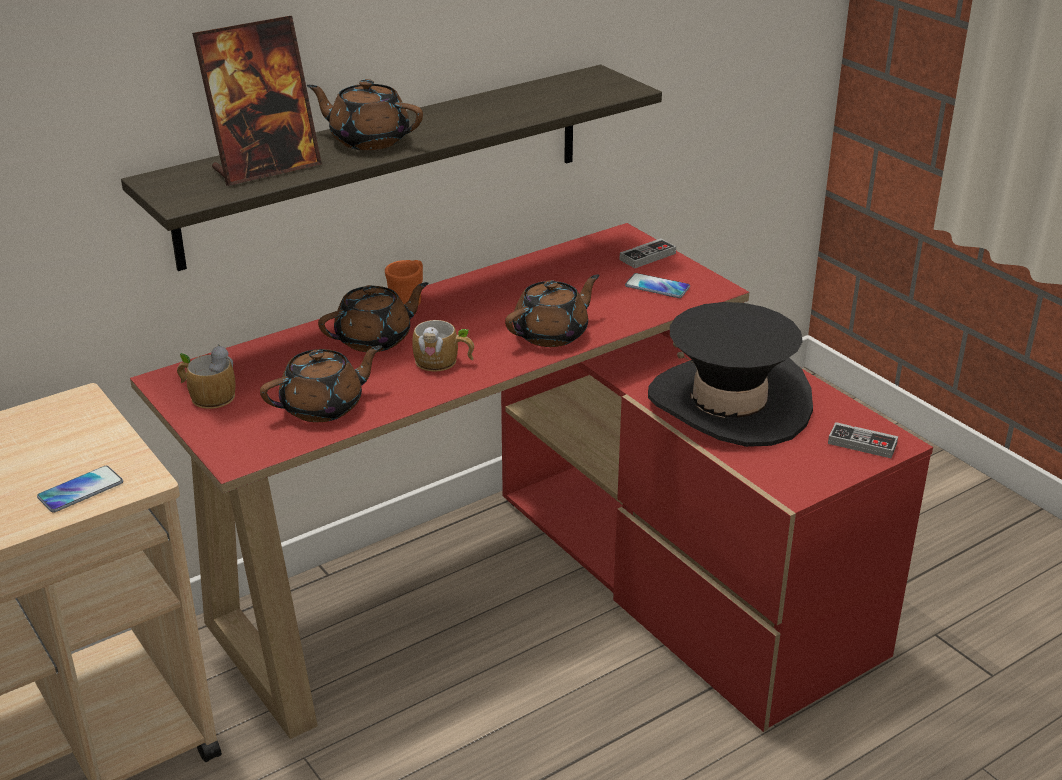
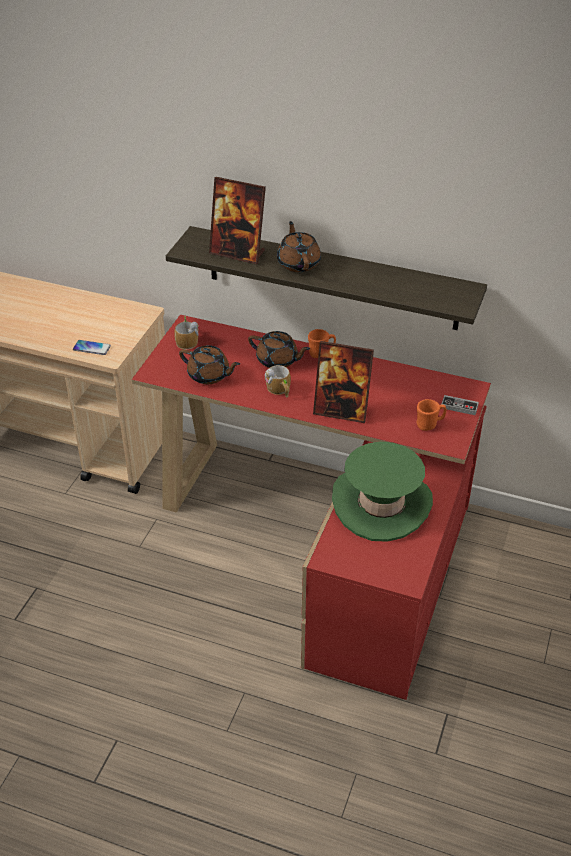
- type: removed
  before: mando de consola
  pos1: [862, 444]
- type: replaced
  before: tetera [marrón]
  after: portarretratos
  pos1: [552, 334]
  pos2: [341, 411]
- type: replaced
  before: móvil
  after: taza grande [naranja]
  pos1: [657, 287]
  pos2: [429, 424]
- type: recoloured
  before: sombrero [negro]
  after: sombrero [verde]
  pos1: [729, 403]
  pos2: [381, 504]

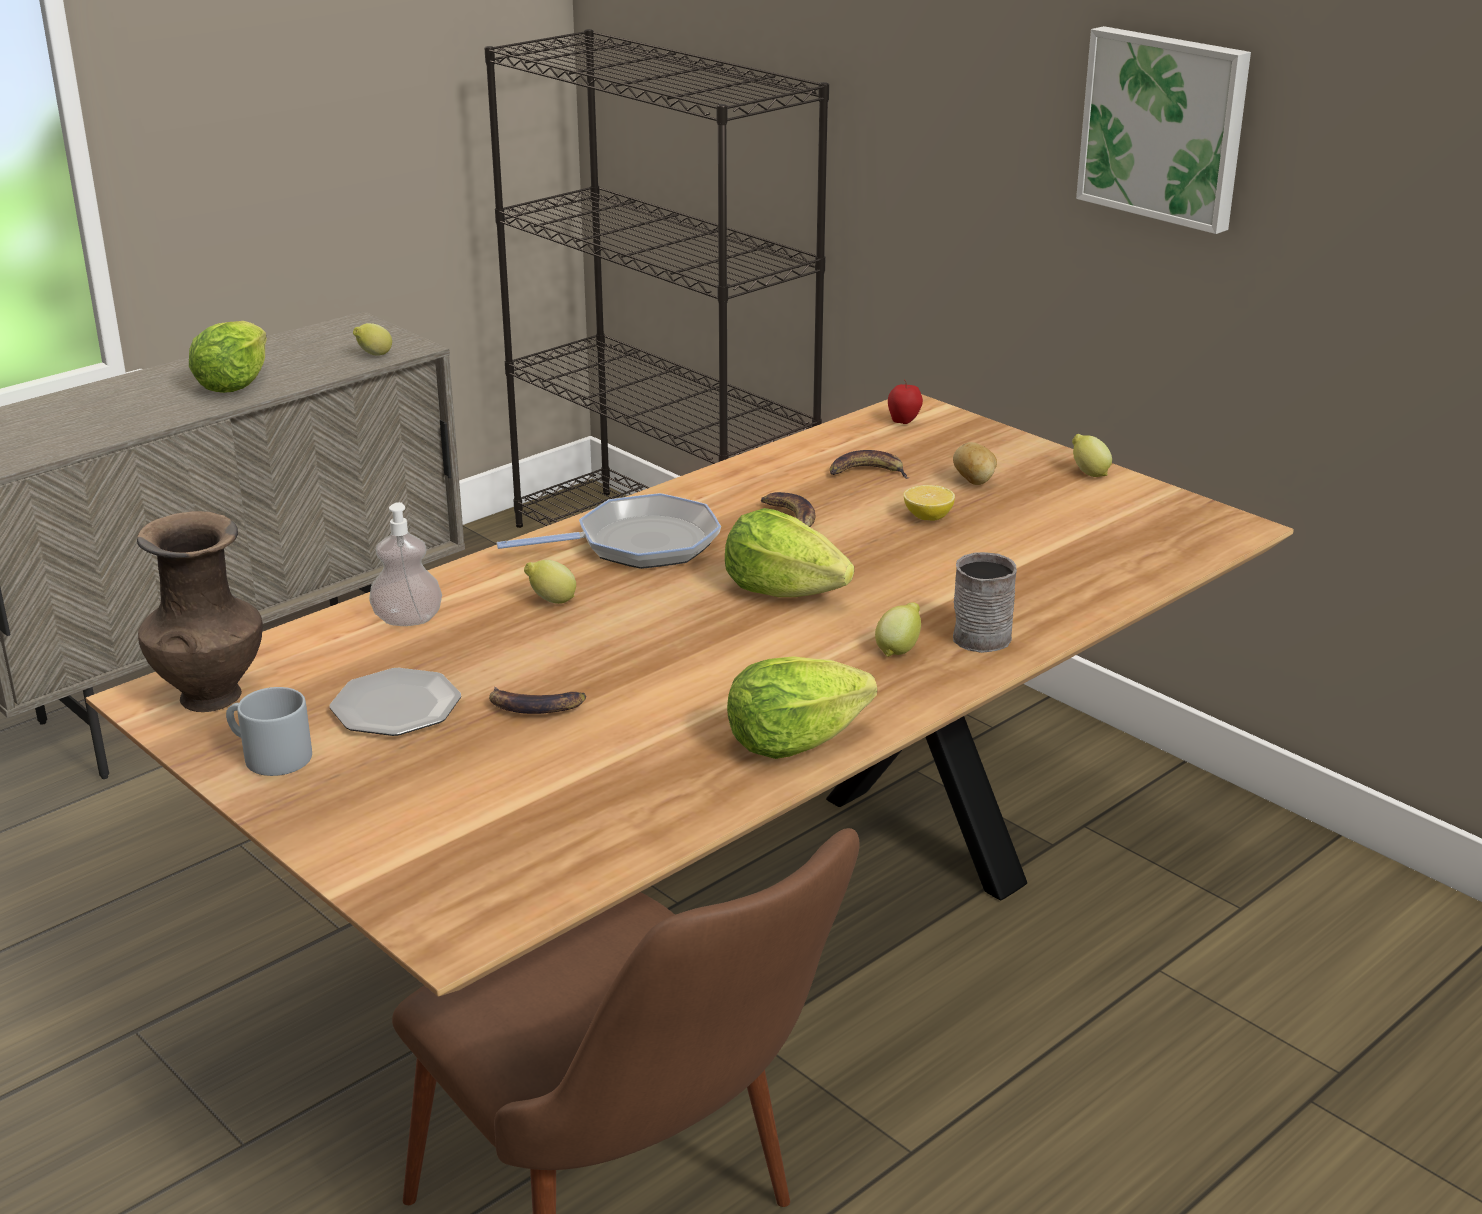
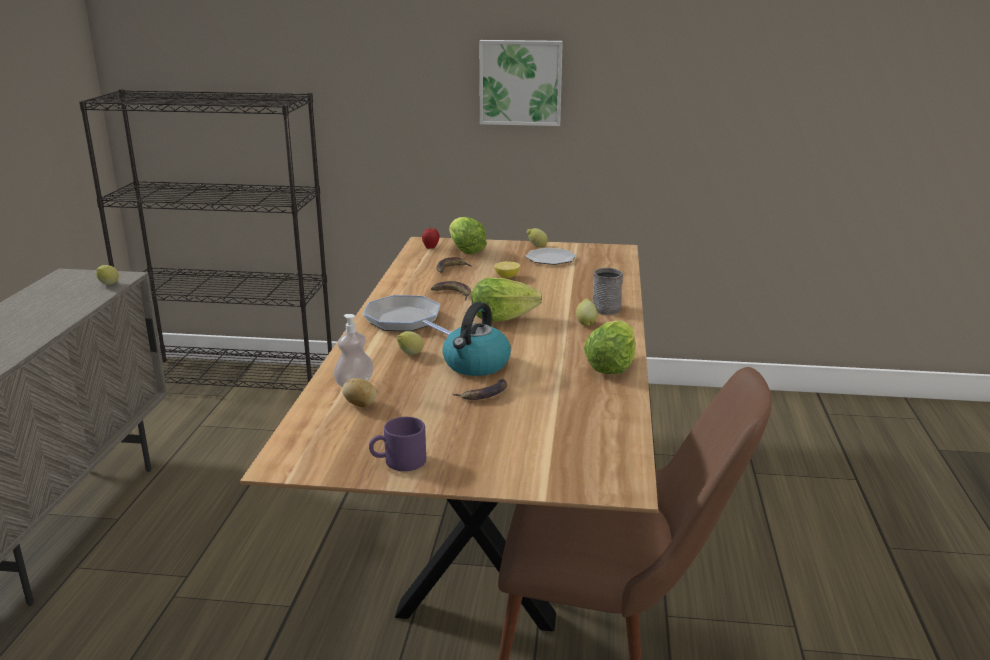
- type: removed
  before: florero [marrón]
  pos1: [211, 695]
- type: added
  after: hervidor
  pos2: [476, 365]
- type: moved
  before: lechuga
  pos1: [233, 384]
  pos2: [466, 250]
- type: moved
  before: plato
  pos1: [396, 707]
  pos2: [551, 258]
- type: moved
  before: patata
  pos1: [974, 481]
  pos2: [361, 405]
- type: recoloured
  before: taza grande [gris]
  after: taza grande [morado]
  pos1: [268, 756]
  pos2: [398, 462]
- type: turned
  before: sartén
  pos1: [639, 544]
  pos2: [406, 321]
  turn: -75

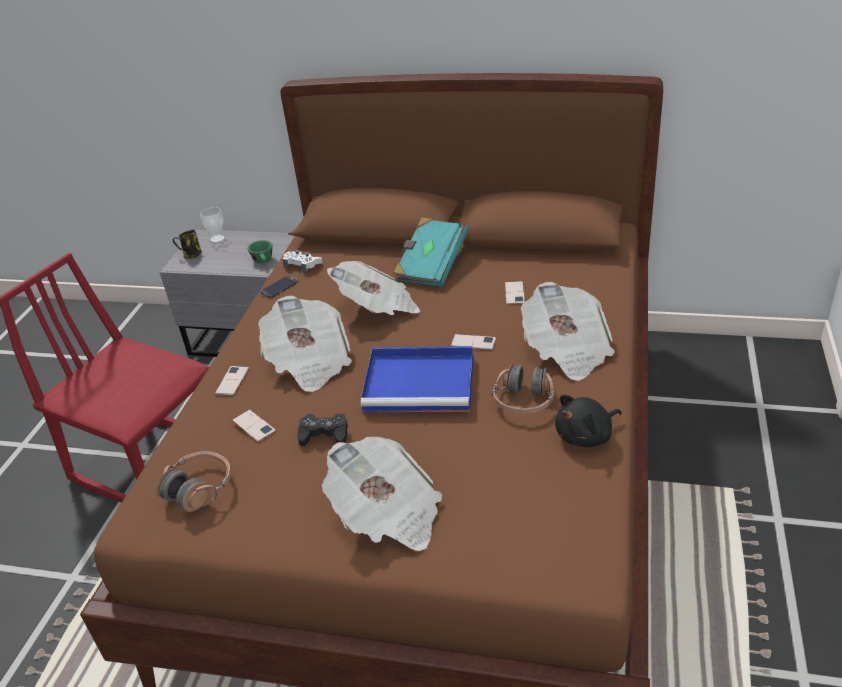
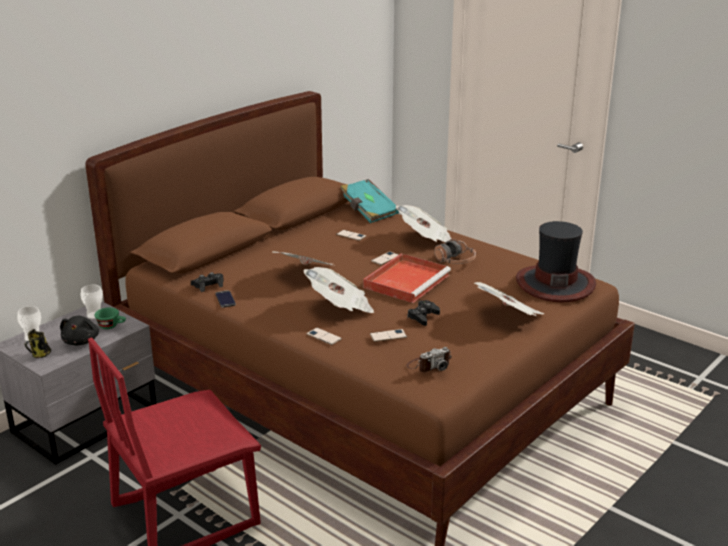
- type: added
  after: taza
  pos2: [94, 315]
- type: added
  after: sombrero
  pos2: [555, 283]
- type: moved
  before: libro [turquesa]
  pos1: [431, 266]
  pos2: [368, 211]
- type: moved
  before: peluche [negro]
  pos1: [586, 436]
  pos2: [81, 341]
- type: replaced
  before: auriculares
  after: cámara
  pos1: [199, 489]
  pos2: [429, 365]
- type: recoloured
  before: mando de consola [blanco]
  after: mando de consola [negro]
  pos1: [302, 265]
  pos2: [208, 285]
- type: recoloured
  before: bandeja [azul]
  after: bandeja [rojo]
  pos1: [422, 383]
  pos2: [407, 280]

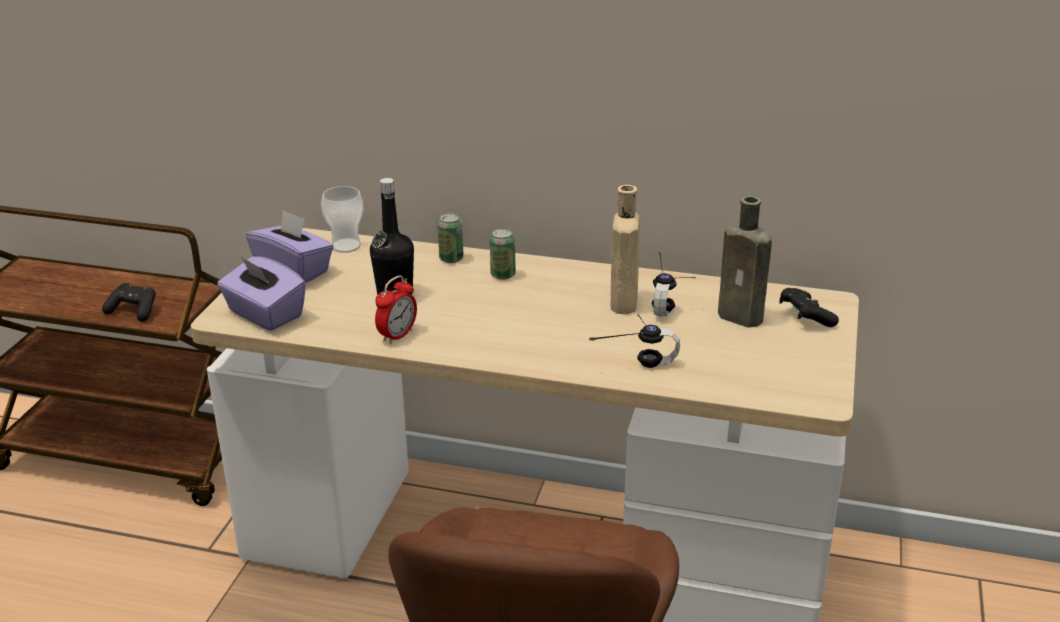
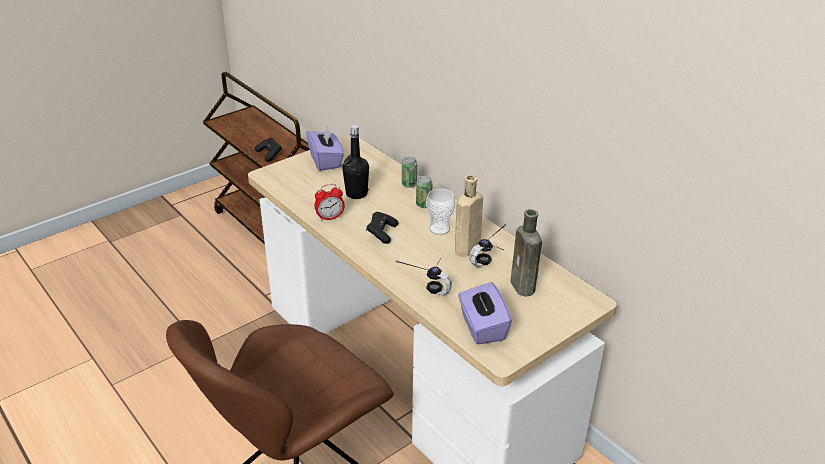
- type: moved
  before: caja de pañuelos [morado]
  pos1: [264, 314]
  pos2: [482, 327]
- type: moved
  before: taza
  pos1: [346, 246]
  pos2: [439, 229]
- type: moved
  before: mando de consola [negro]
  pos1: [805, 317]
  pos2: [381, 233]

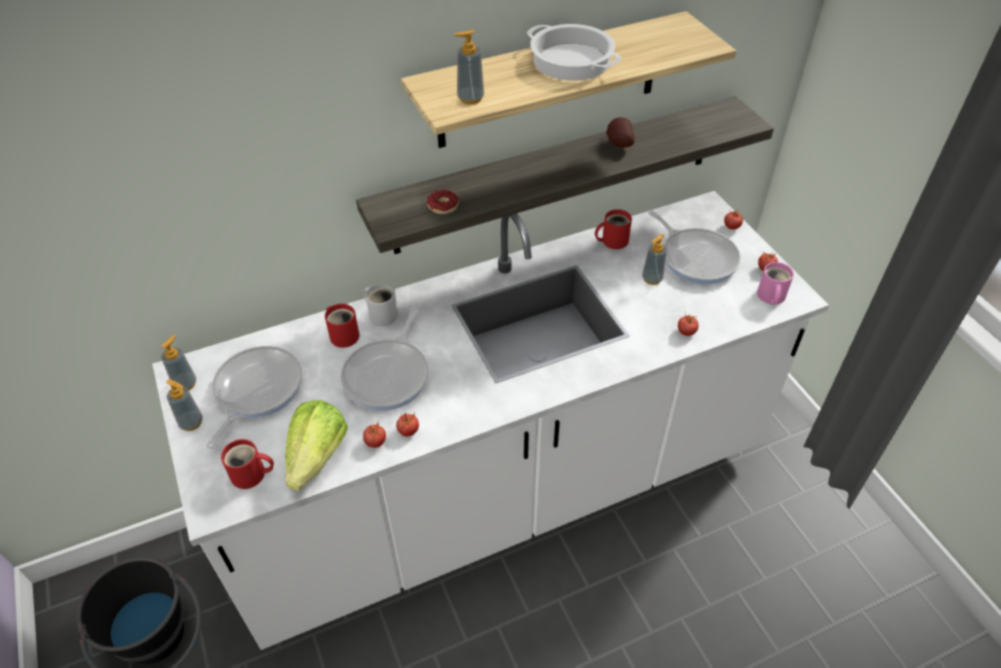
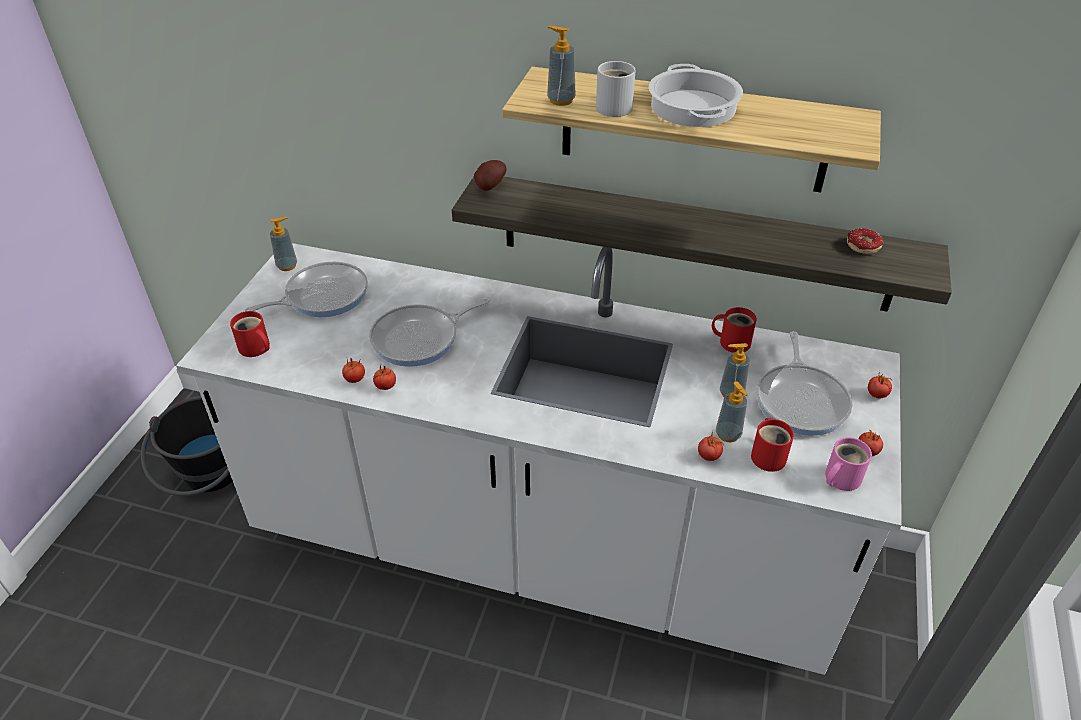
- type: removed
  before: lechuga
  pos1: [317, 457]
- type: moved
  before: dispensador de jabón
  pos1: [191, 423]
  pos2: [728, 434]
- type: moved
  before: taza grande [rojo]
  pos1: [343, 334]
  pos2: [769, 455]
- type: moved
  before: taza grande [blanco]
  pos1: [382, 314]
  pos2: [614, 106]
- type: moved
  before: rosquilla
  pos1: [443, 210]
  pos2: [860, 249]
- type: moved
  before: patata
  pos1: [618, 143]
  pos2: [488, 187]

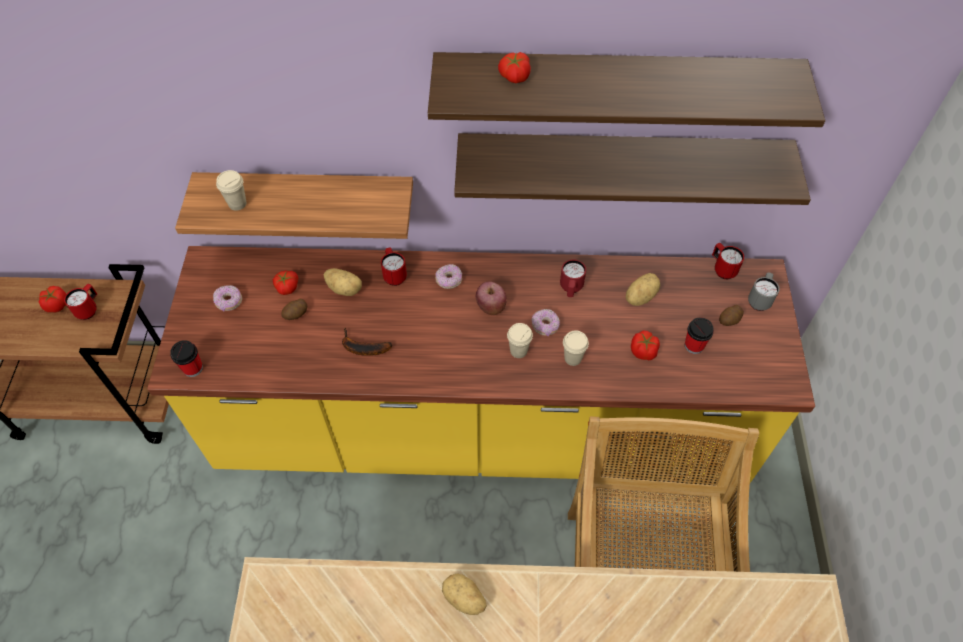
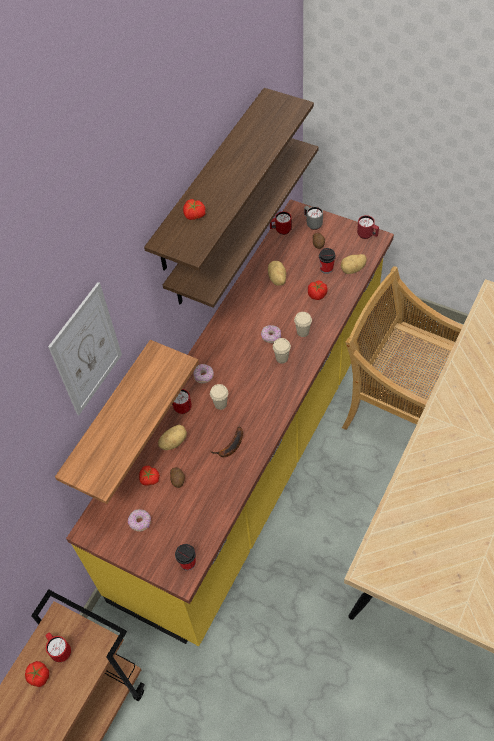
- type: removed
  before: manzana
  pos1: [491, 307]
- type: added
  after: cuadro
  pos2: [86, 350]
- type: moved
  before: taza [beis]
  pos1: [237, 204]
  pos2: [220, 404]
- type: moved
  before: patata
  pos1: [463, 599]
  pos2: [353, 269]
- type: moved
  before: taza grande [rojo]
  pos1: [571, 289]
  pos2: [367, 235]

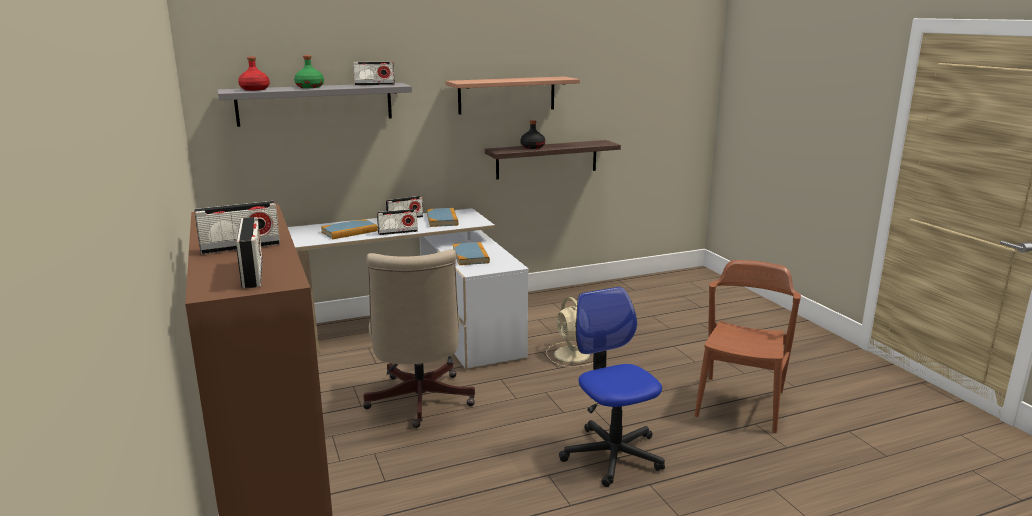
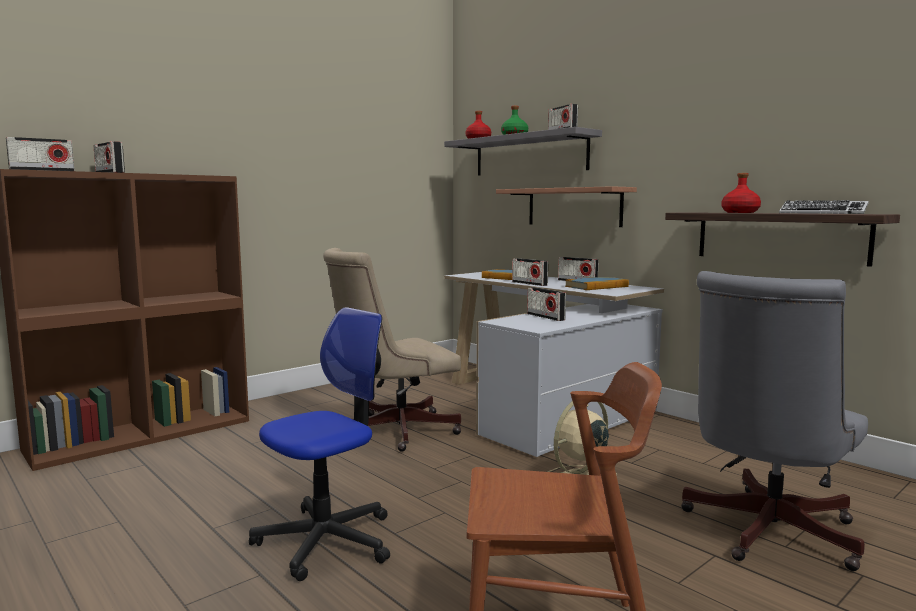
- type: added
  after: silla de oficina [gris]
  pos2: [765, 533]
- type: added
  after: teclado
  pos2: [822, 213]
- type: moved
  before: estante
  pos1: [507, 95]
  pos2: [573, 207]
- type: replaced
  before: libro
  after: radio
  pos1: [470, 256]
  pos2: [545, 317]
- type: recoloured
  before: botella [negro]
  after: botella [rojo]
  pos1: [532, 147]
  pos2: [740, 212]

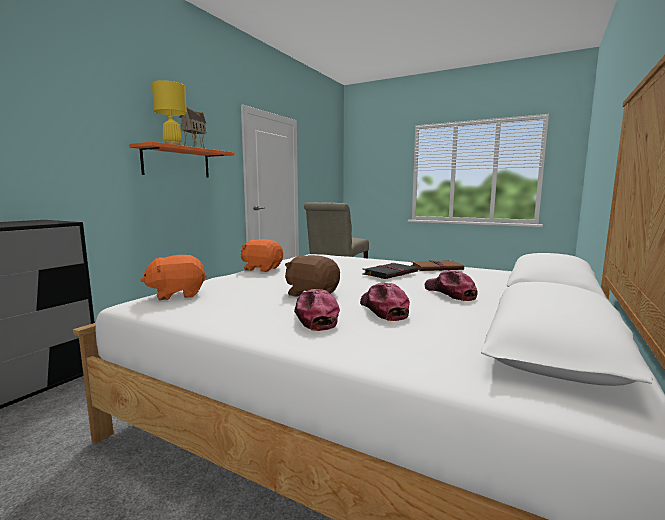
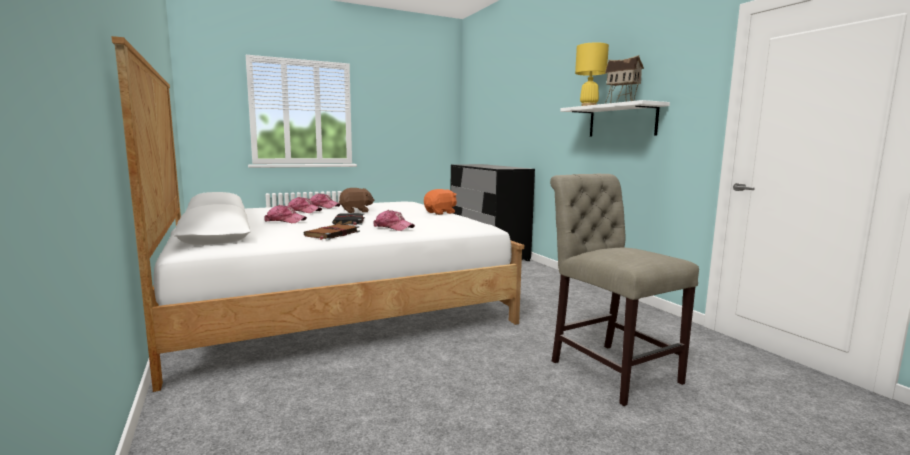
- type: removed
  before: peluche [naranja]
  pos1: [177, 294]
- type: added
  after: gorra
  pos2: [393, 227]
- type: recoloured
  before: estante [naranja]
  after: estante [blanco]
  pos1: [176, 162]
  pos2: [622, 121]

